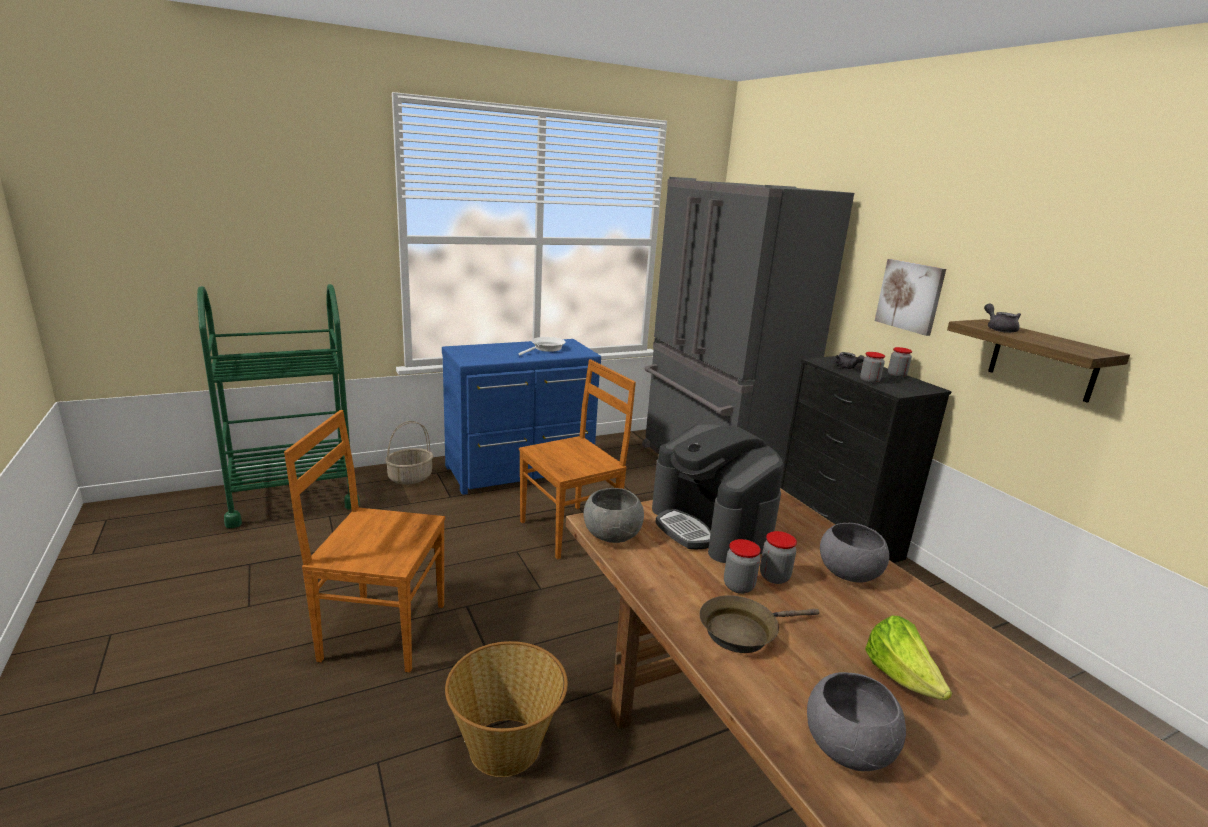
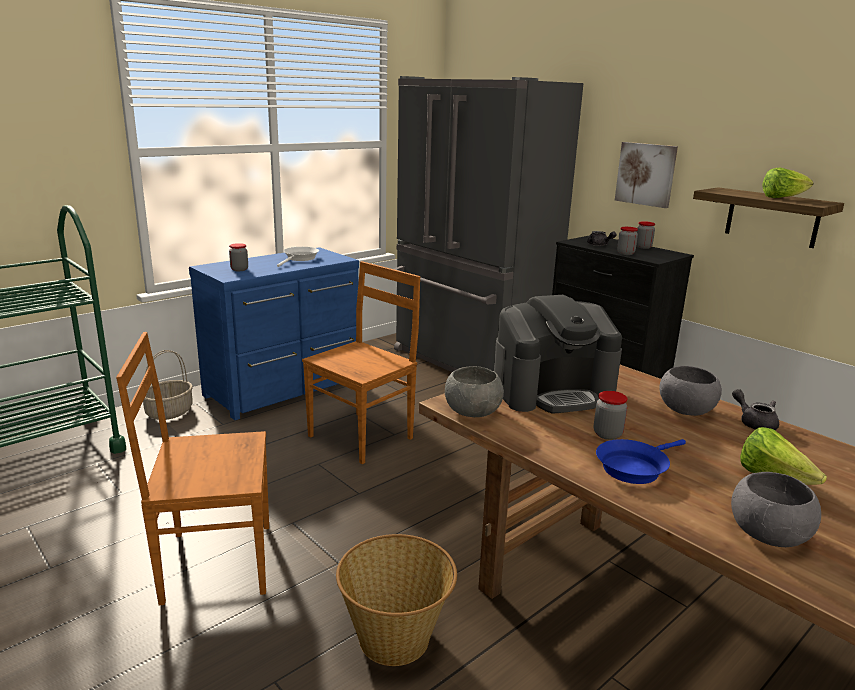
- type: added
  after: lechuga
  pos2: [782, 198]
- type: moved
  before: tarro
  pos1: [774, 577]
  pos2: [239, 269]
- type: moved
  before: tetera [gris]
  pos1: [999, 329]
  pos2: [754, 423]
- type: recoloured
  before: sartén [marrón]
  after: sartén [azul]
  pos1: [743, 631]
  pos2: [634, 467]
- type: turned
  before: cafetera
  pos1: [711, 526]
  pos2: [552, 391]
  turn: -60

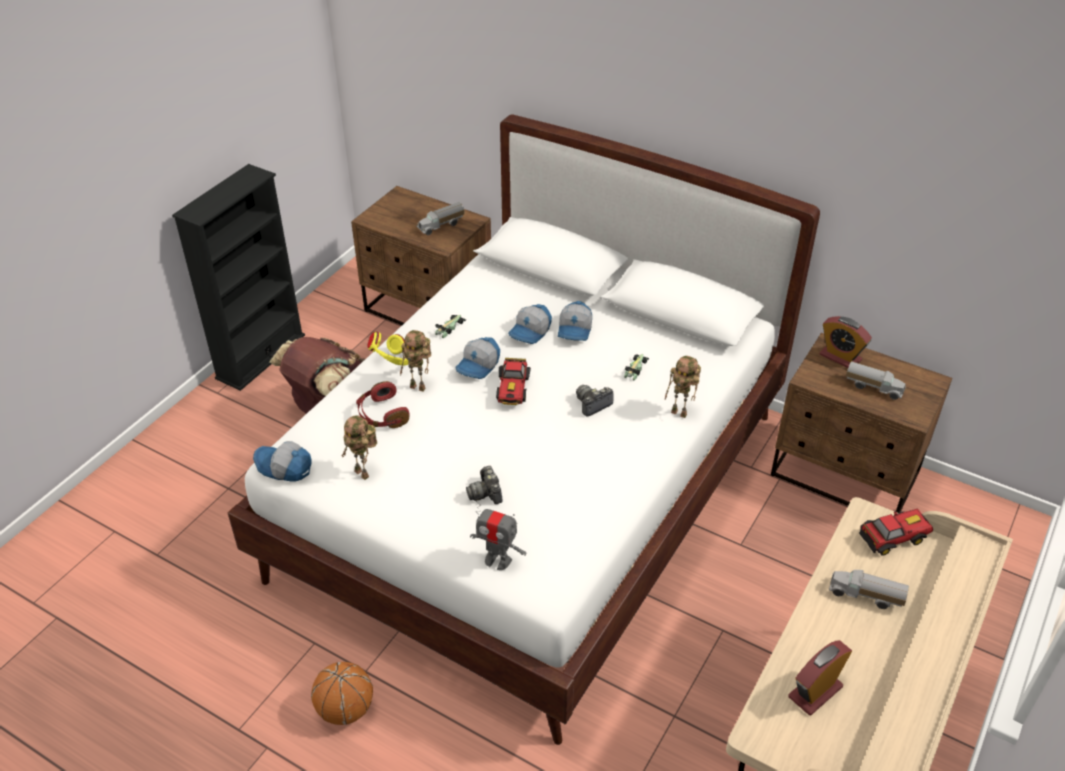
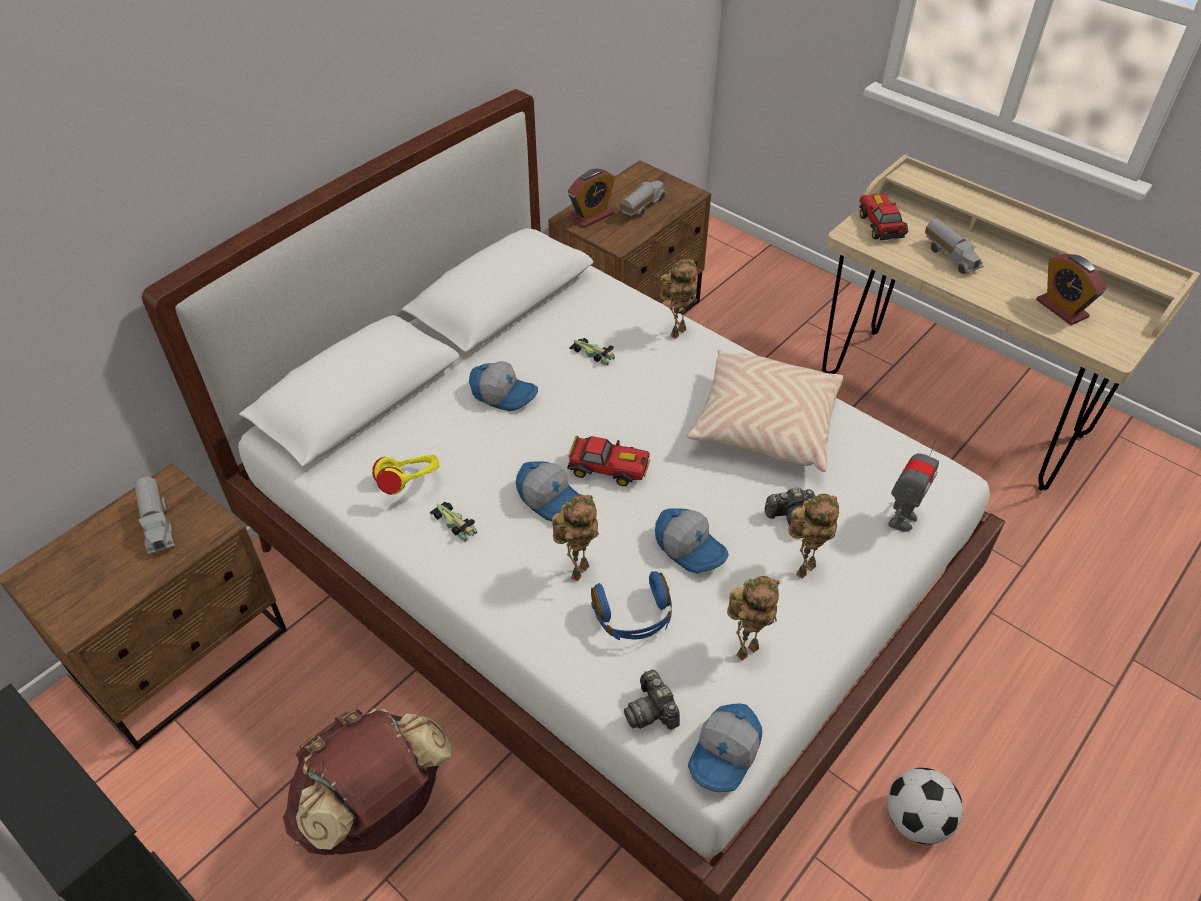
- type: added
  after: cojín [beis]
  pos2: [764, 425]
- type: added
  after: robot de juguete
  pos2: [804, 567]
- type: moved
  before: auriculares [amarillo]
  pos1: [393, 362]
  pos2: [410, 485]
- type: moved
  before: gorra
  pos1: [530, 332]
  pos2: [690, 547]
- type: moved
  before: cámara
  pos1: [593, 404]
  pos2: [652, 711]
- type: replaced
  before: balón de baloncesto
  after: balón de fútbol
  pos1: [345, 709]
  pos2: [916, 820]
- type: recoloured
  before: auriculares [rojo]
  after: auriculares [azul]
  pos1: [382, 415]
  pos2: [633, 617]
- type: turned
  before: camión de juguete
  pos1: [865, 596]
  pos2: [951, 257]
  turn: -60

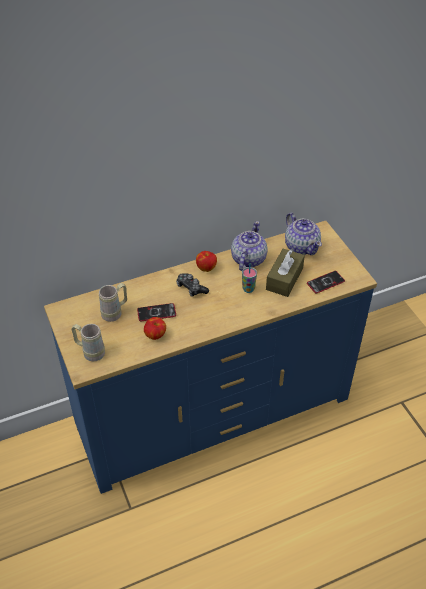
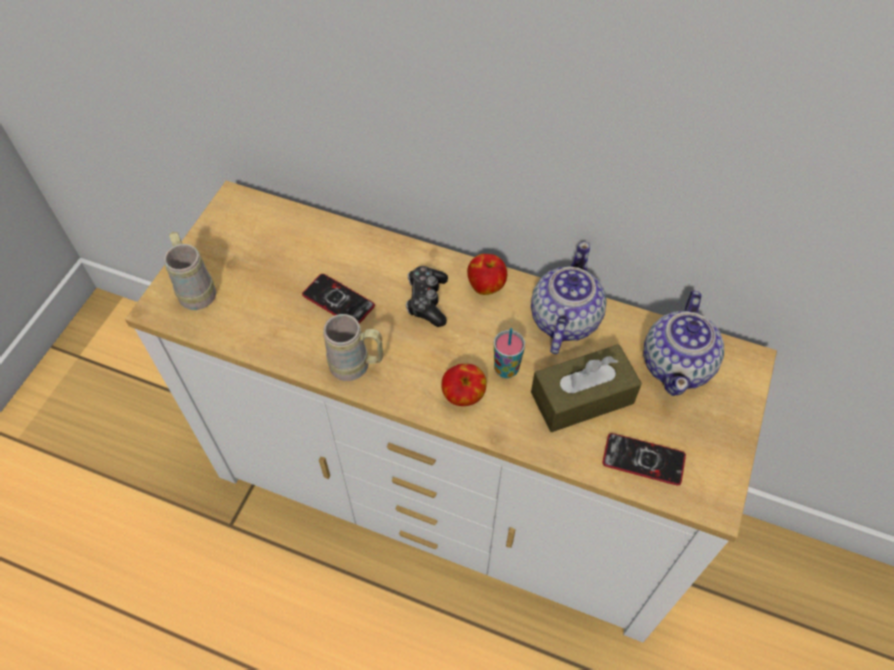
- type: moved
  before: taza grande [beis]
  pos1: [115, 312]
  pos2: [357, 366]
- type: moved
  before: manzana
  pos1: [155, 335]
  pos2: [463, 395]
- type: recoloured
  before: cómoda [azul]
  after: cómoda [blanco]
  pos1: [212, 410]
  pos2: [447, 489]
- type: turned
  before: tetera
  pos1: [248, 259]
  pos2: [563, 320]
  turn: -45

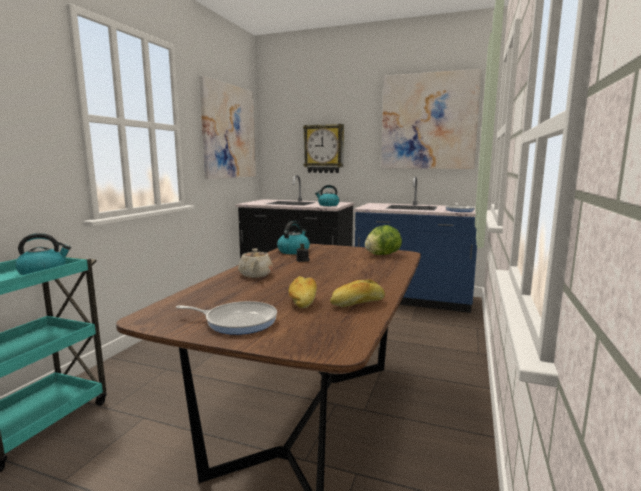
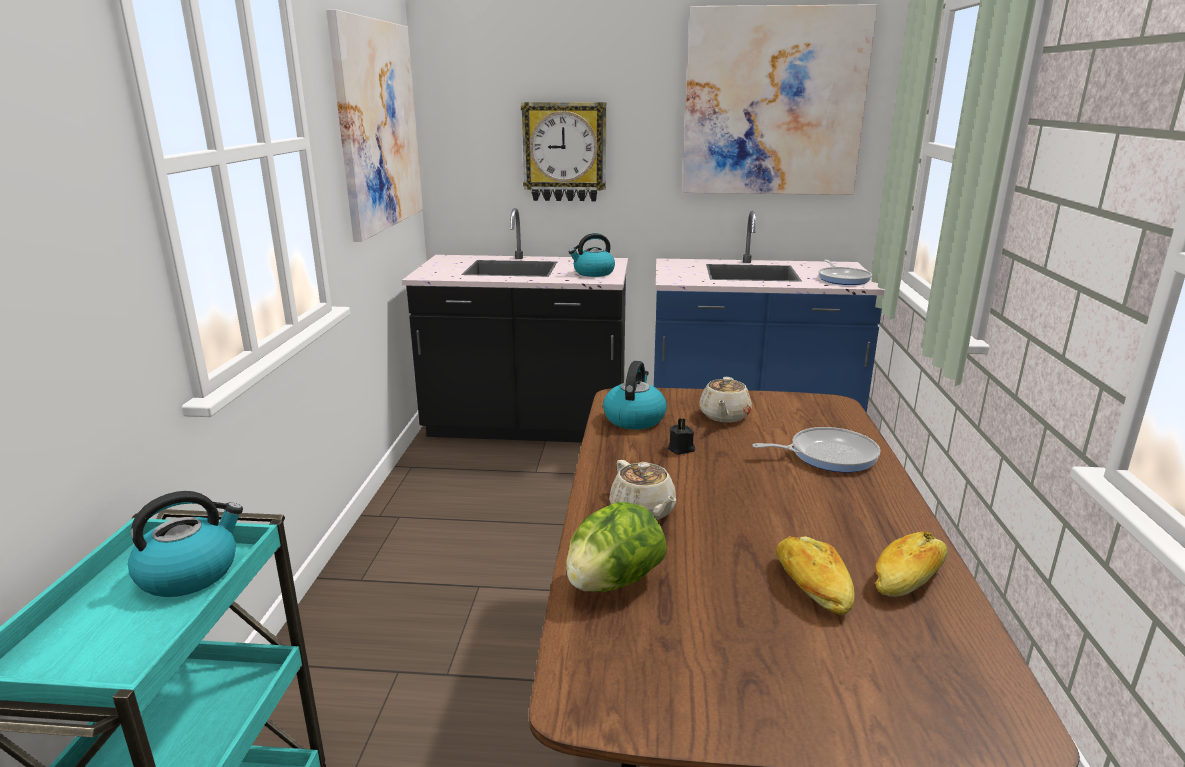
- type: added
  after: tetera [beis]
  pos2: [724, 416]
- type: moved
  before: sartén
  pos1: [237, 321]
  pos2: [828, 455]
- type: moved
  before: lechuga
  pos1: [382, 255]
  pos2: [613, 582]

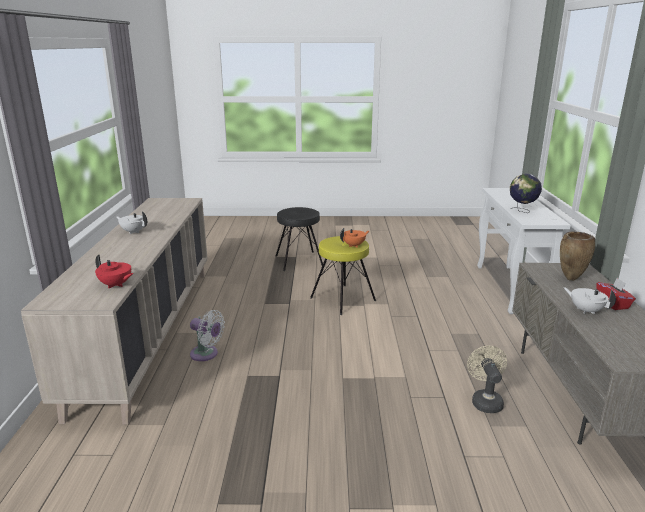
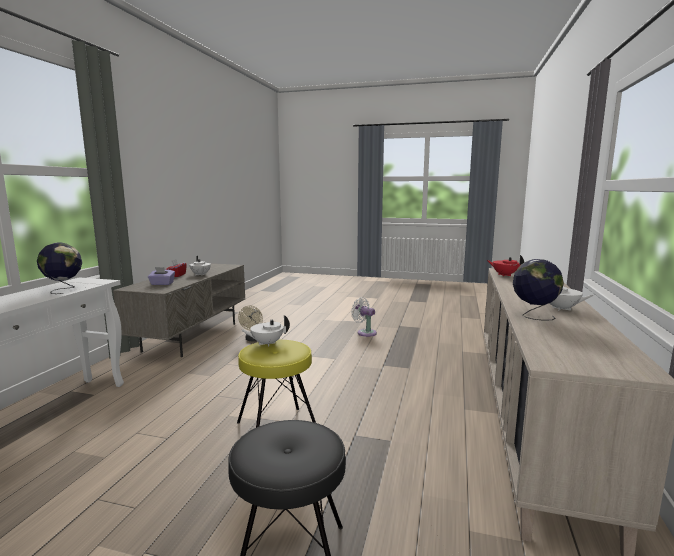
- type: added
  after: globo terráqueo
  pos2: [533, 316]
- type: moved
  before: ventilador [blanco]
  pos1: [206, 354]
  pos2: [365, 332]
- type: replaced
  before: florero [marrón]
  after: caja de pañuelos [morado]
  pos1: [570, 279]
  pos2: [162, 284]
- type: recoloured
  before: tetera [naranja]
  after: tetera [blanco]
  pos1: [354, 245]
  pos2: [266, 343]

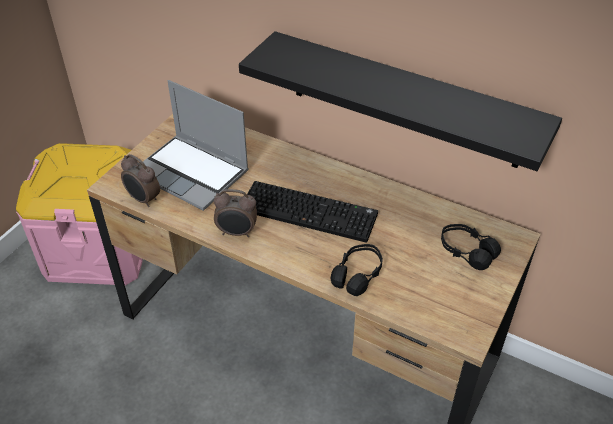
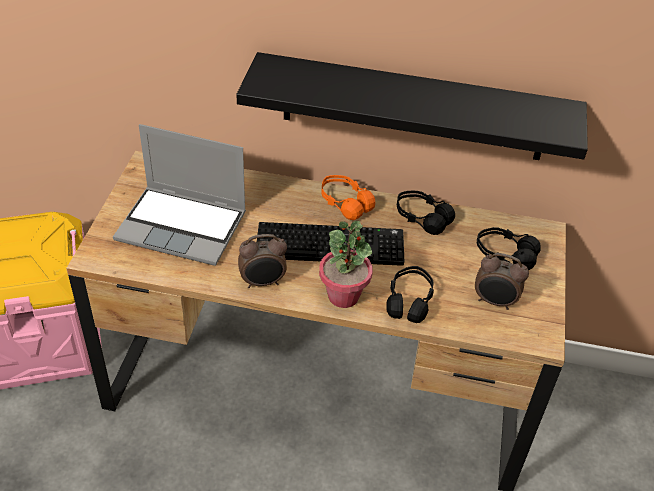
- type: added
  after: planta en maceta
  pos2: [343, 296]
- type: added
  after: auriculares [naranja]
  pos2: [345, 203]
- type: added
  after: auriculares [negro]
  pos2: [422, 218]
- type: moved
  before: despertador
  pos1: [143, 199]
  pos2: [494, 302]

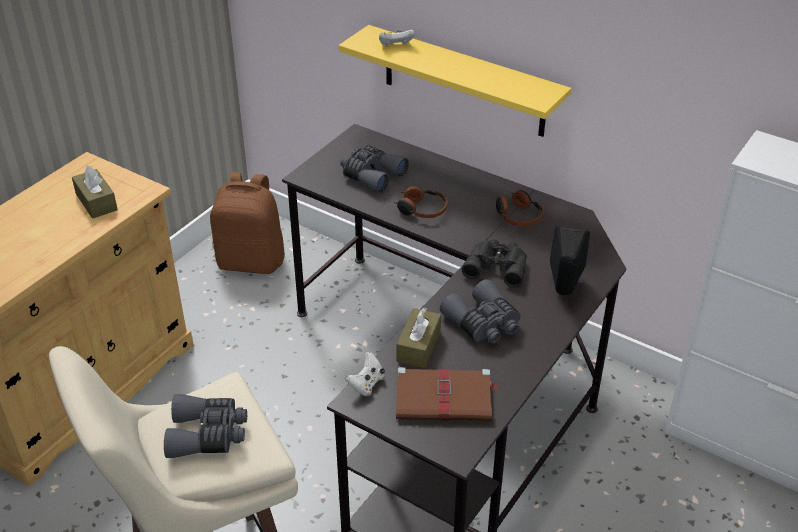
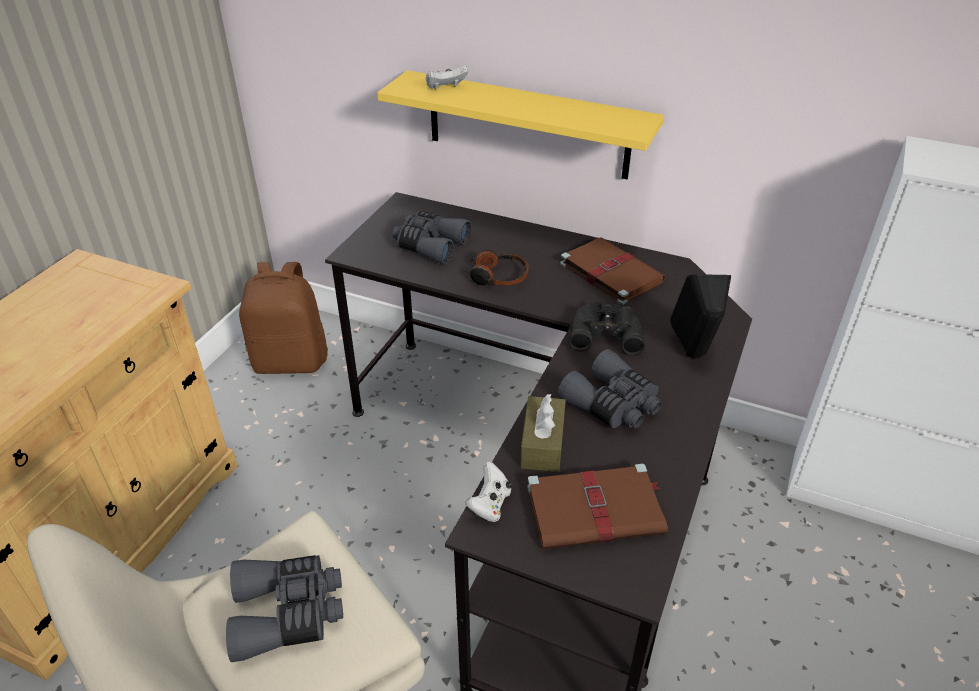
- type: removed
  before: caja de pañuelos [marrón]
  pos1: [96, 202]
- type: replaced
  before: auriculares
  after: libro [marrón]
  pos1: [518, 215]
  pos2: [609, 272]

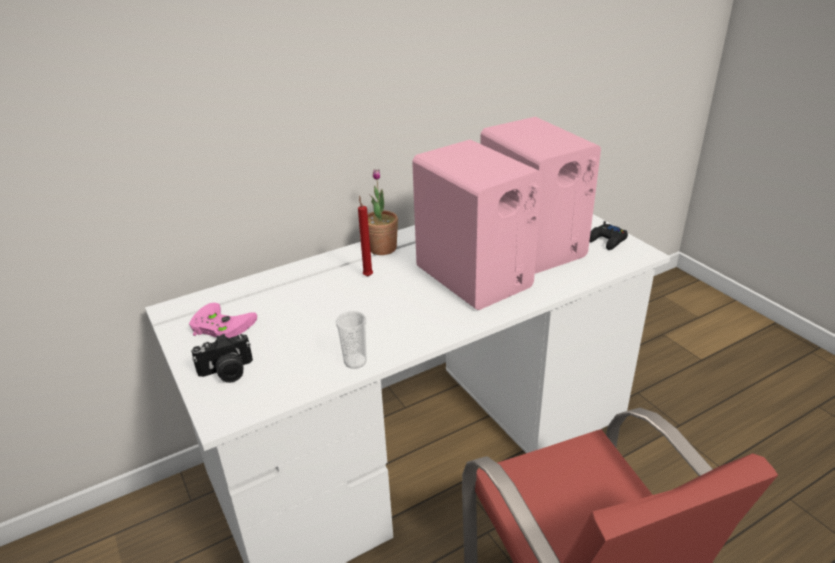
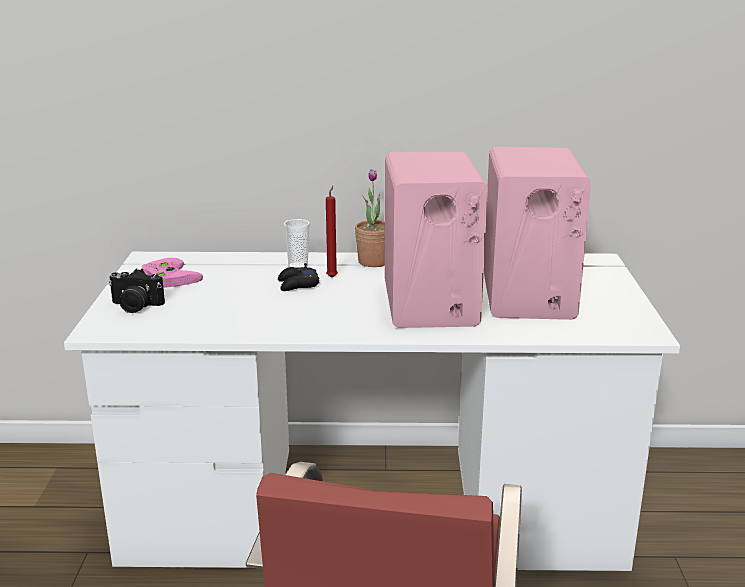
- type: moved
  before: taza
  pos1: [355, 361]
  pos2: [298, 266]
- type: moved
  before: mando de consola [negro]
  pos1: [607, 241]
  pos2: [297, 284]

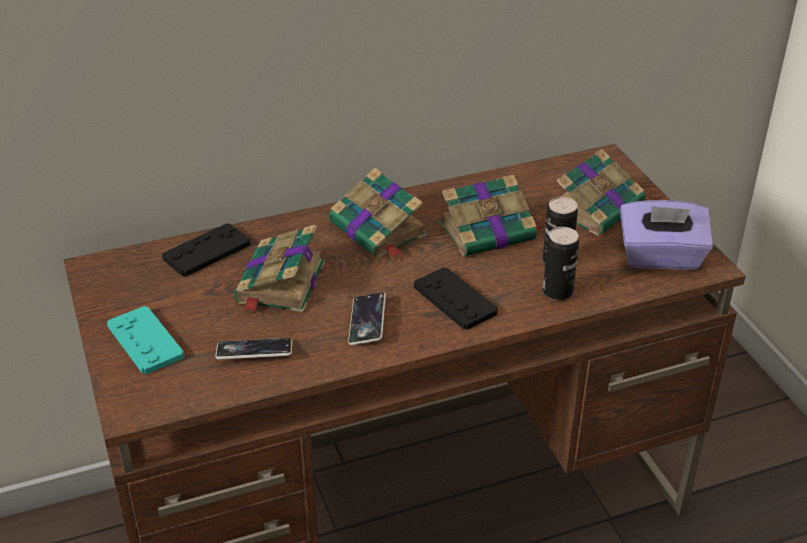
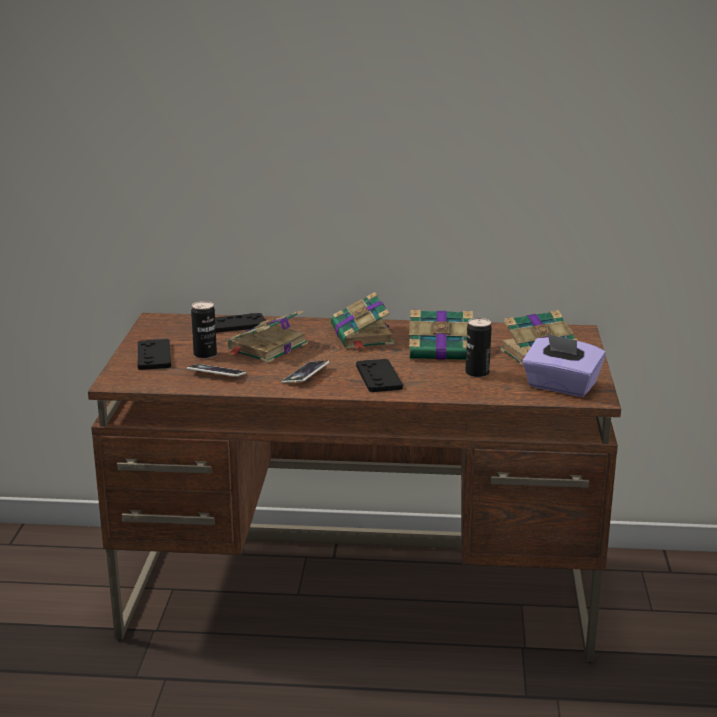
- type: moved
  before: lata
  pos1: [557, 291]
  pos2: [205, 354]
- type: recoloured
  before: mando de consola [turquesa]
  after: mando de consola [negro]
  pos1: [145, 341]
  pos2: [154, 356]

